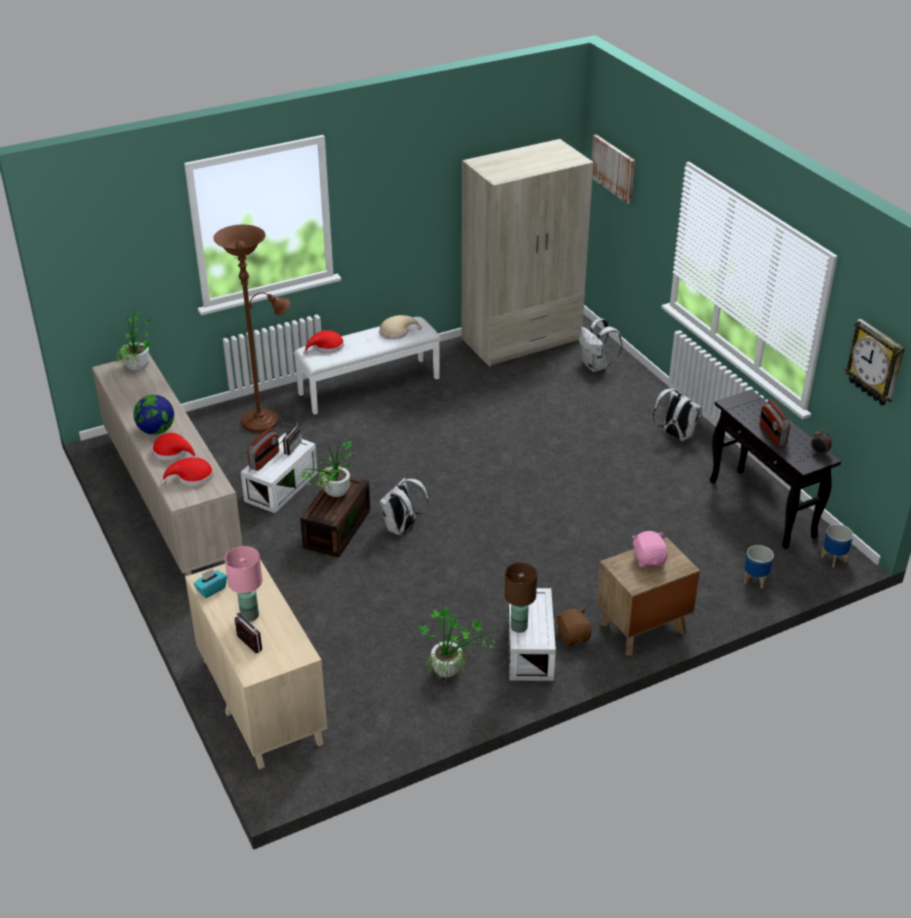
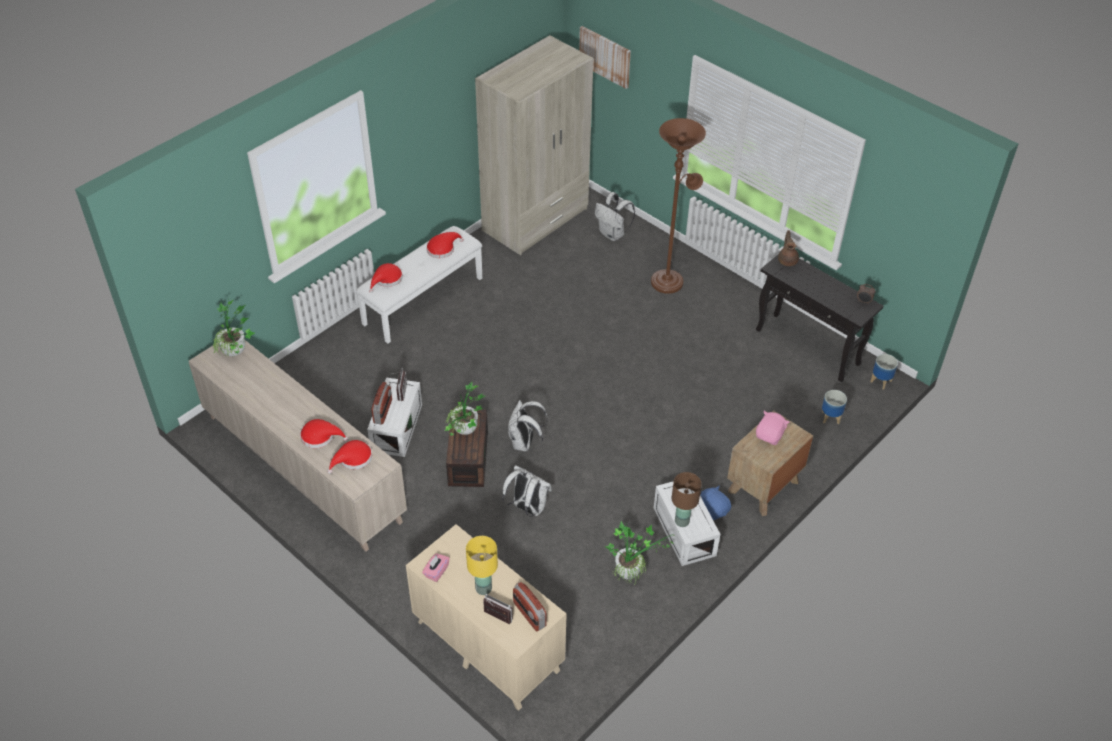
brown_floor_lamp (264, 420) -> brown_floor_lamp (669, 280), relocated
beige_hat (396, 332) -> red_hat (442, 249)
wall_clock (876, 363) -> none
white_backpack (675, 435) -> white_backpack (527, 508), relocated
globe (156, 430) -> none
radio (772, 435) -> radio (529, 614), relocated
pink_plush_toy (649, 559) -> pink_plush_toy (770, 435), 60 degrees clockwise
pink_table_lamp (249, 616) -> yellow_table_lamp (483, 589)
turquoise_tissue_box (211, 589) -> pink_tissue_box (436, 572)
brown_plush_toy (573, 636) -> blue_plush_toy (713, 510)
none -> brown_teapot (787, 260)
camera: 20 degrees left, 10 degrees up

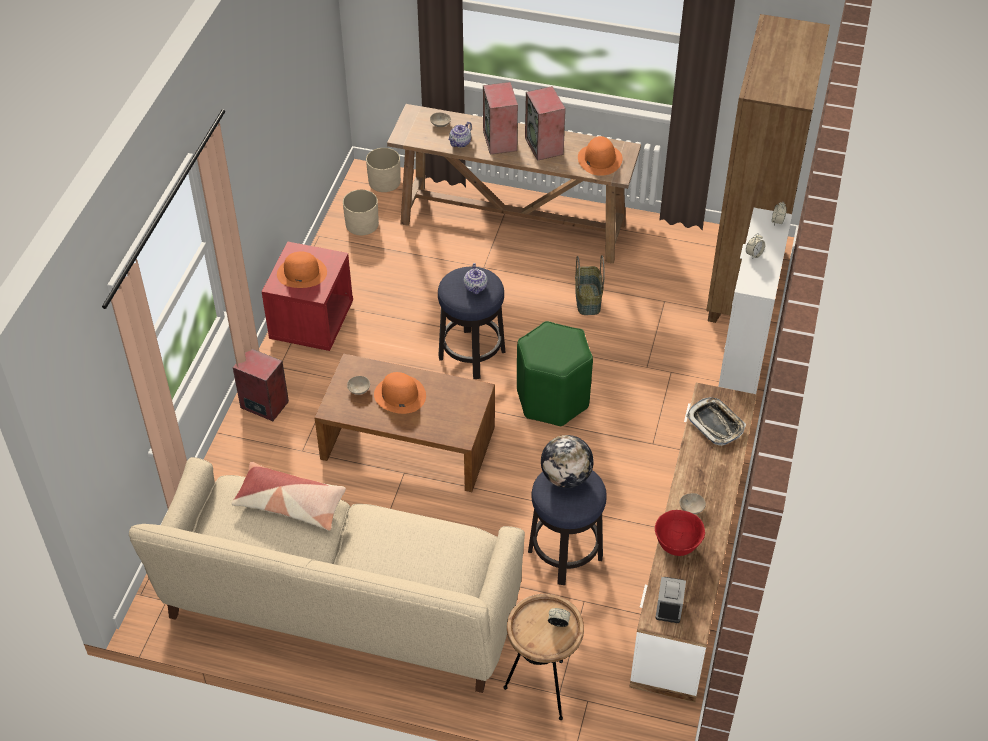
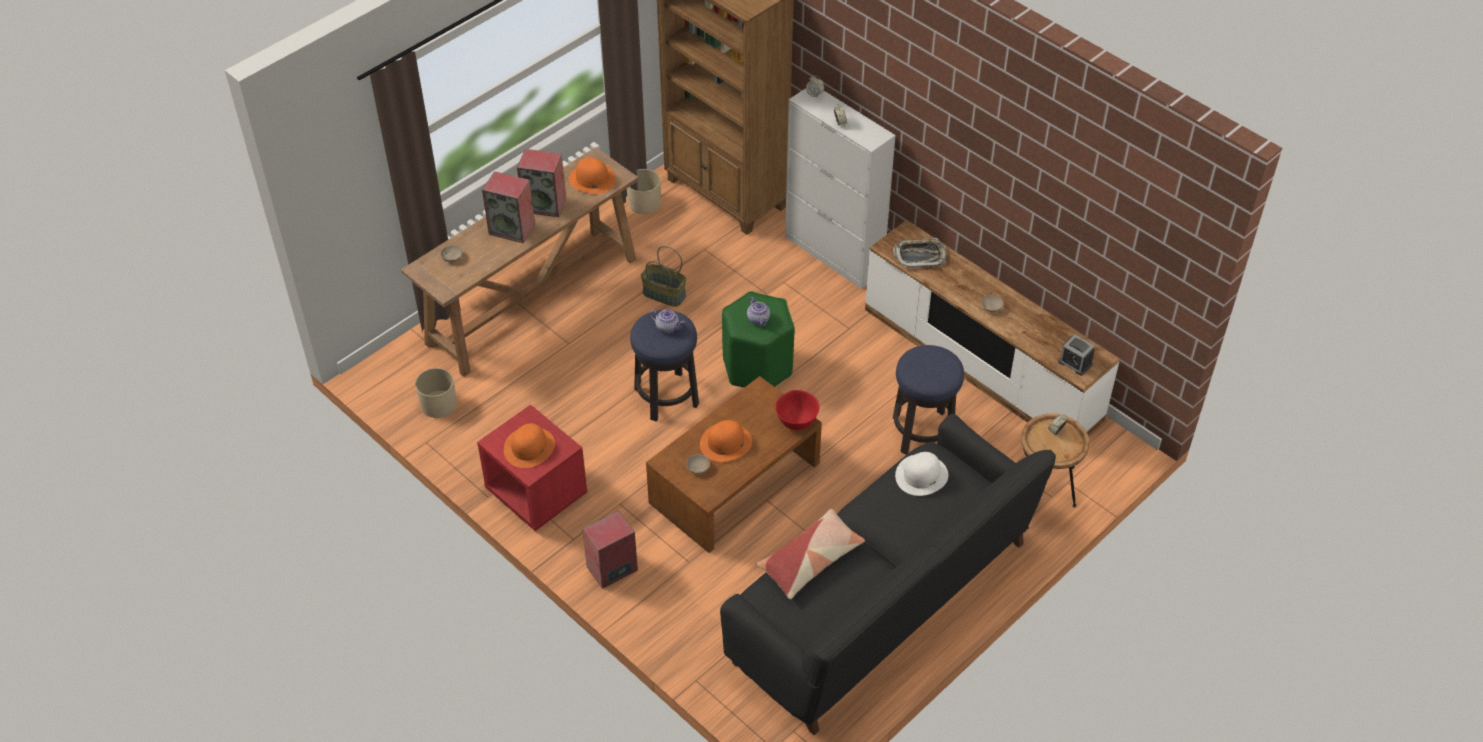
teapot (460, 143) -> teapot (759, 320), relocated
beige_planter (385, 181) -> beige_planter (644, 202), relocated
globe (566, 477) -> none
beige_sofa (340, 607) -> black_sofa (881, 603)
red_bowl (677, 544) -> red_bowl (796, 421), relocated
none -> white_hat (921, 475)
camera: 60 degrees left, 0 degrees up

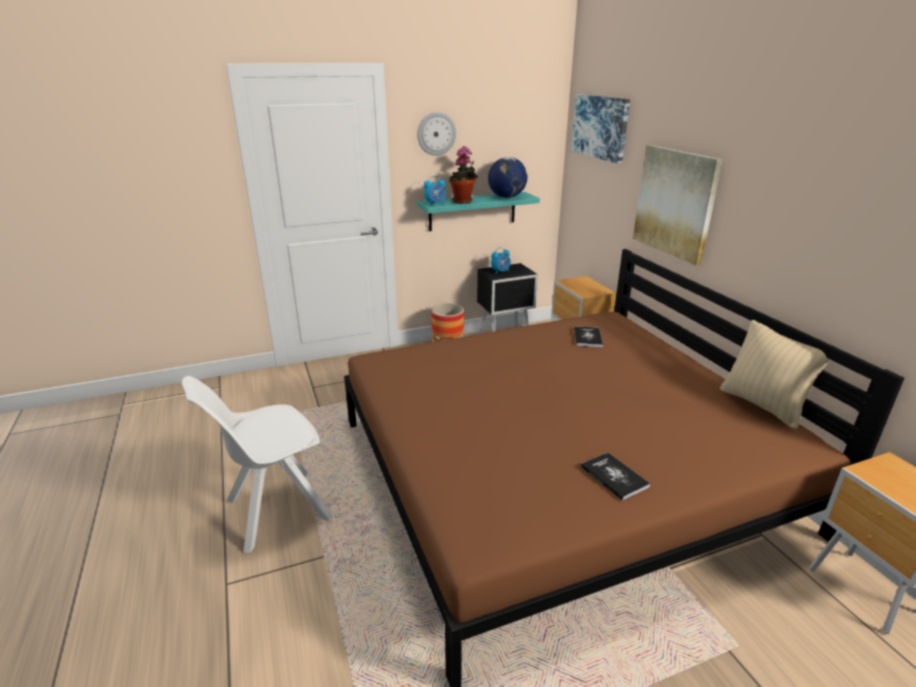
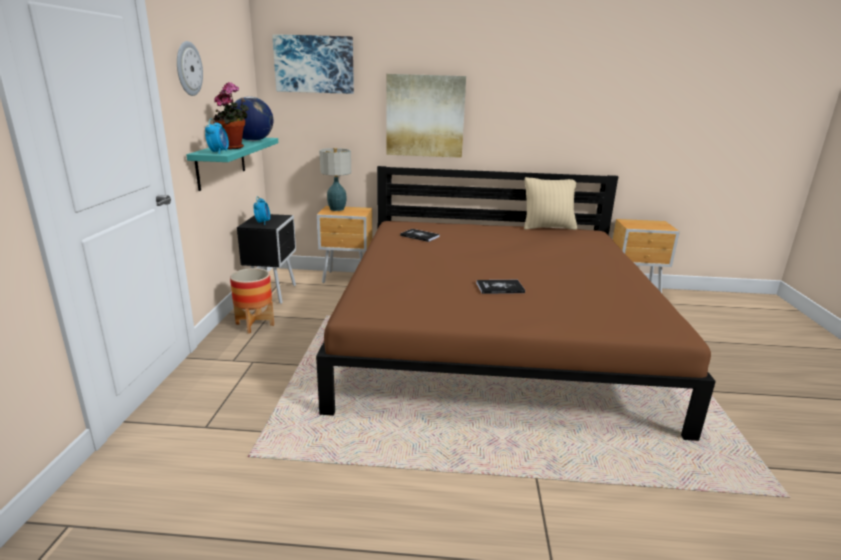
white_chair (275, 511) -> none
book (614, 476) -> book (500, 288), relocated
none -> table_lamp (337, 209)
camera: 65 degrees left, 5 degrees down

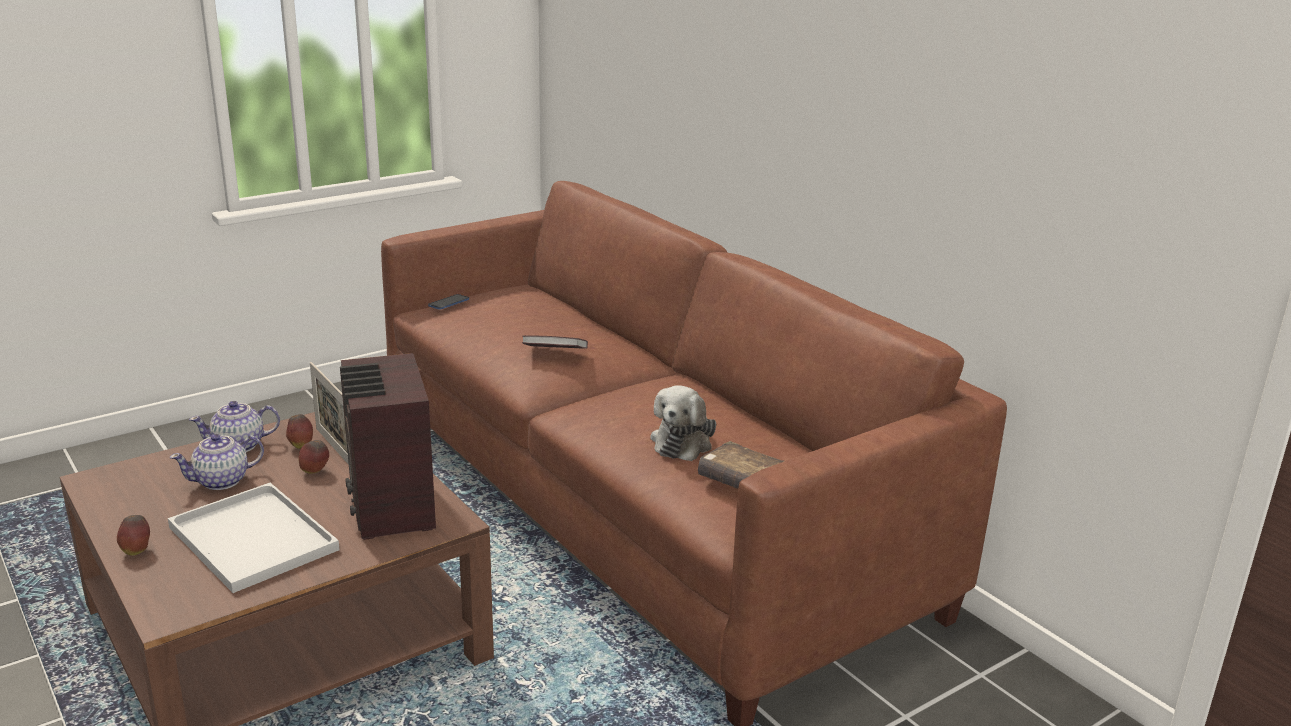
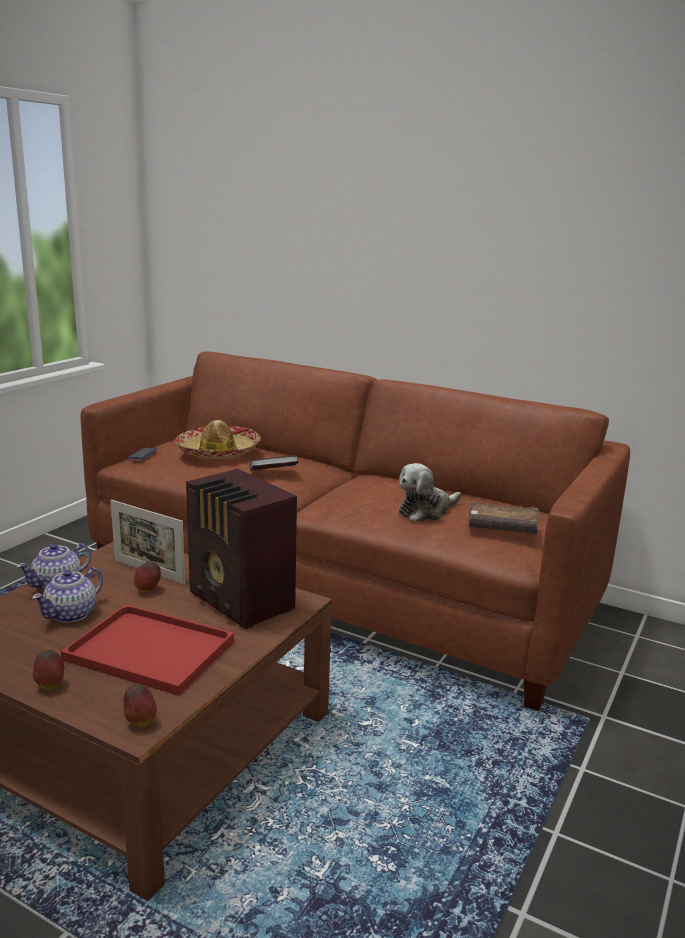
plush_toy (683, 441) -> plush_toy (426, 511), 60 degrees clockwise
apple (301, 445) -> apple (140, 722), relocated
white_tray (256, 539) -> red_tray (153, 650)
none -> hat (218, 451)
camera: 25 degrees left, 5 degrees down

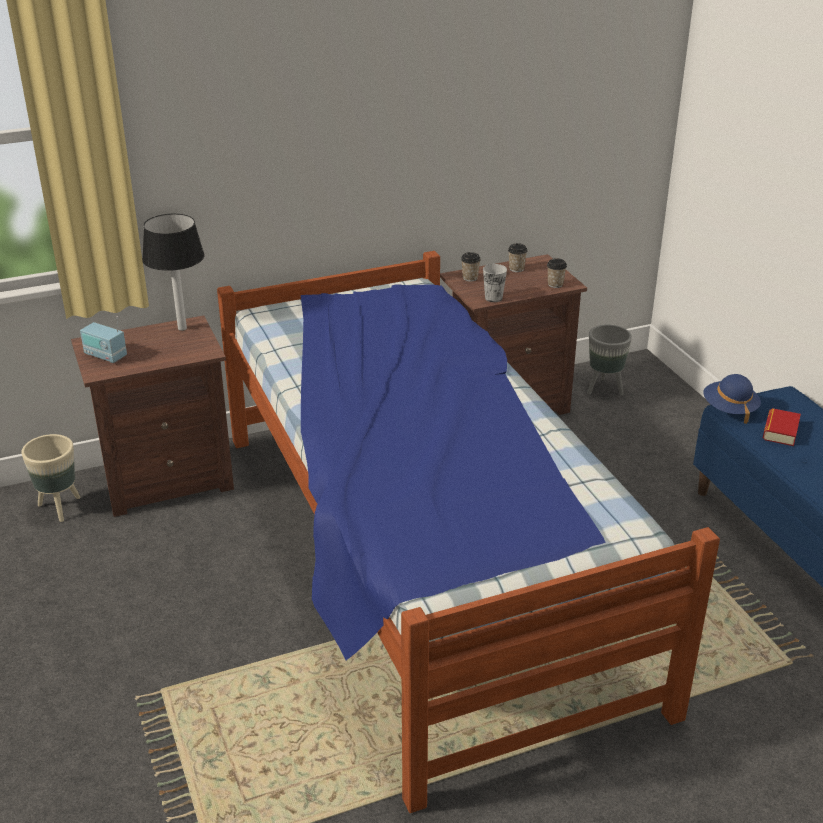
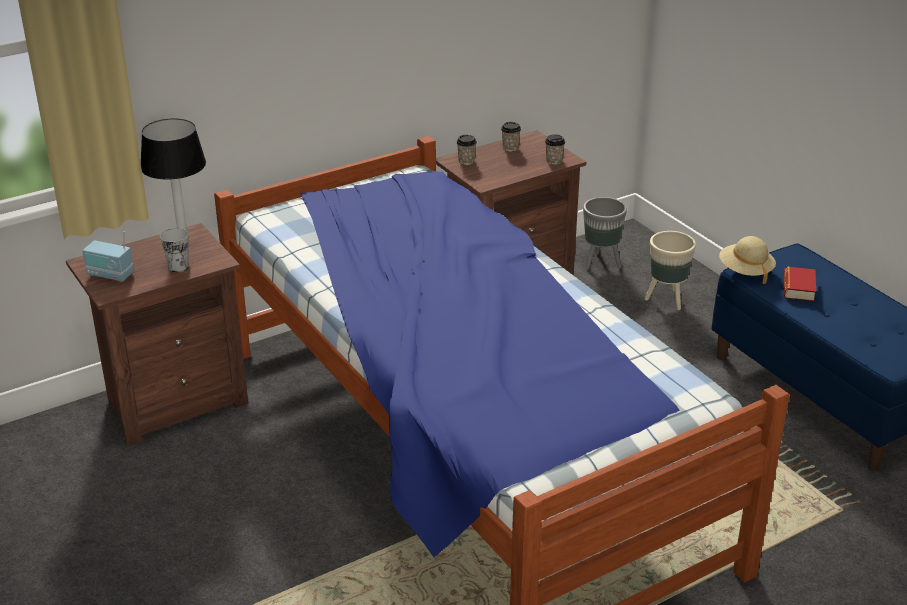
cup (493, 298) -> cup (178, 267), relocated
blue_hat (729, 409) -> beige_hat (745, 271)
beige_planter (60, 508) -> beige_planter (667, 300), relocated
camera: 10 degrees left, 0 degrees up

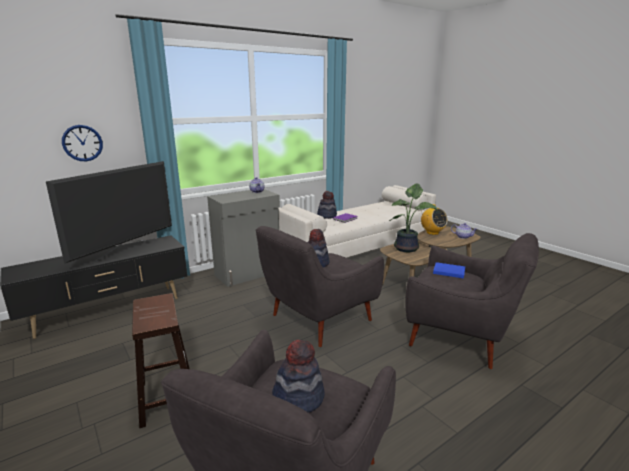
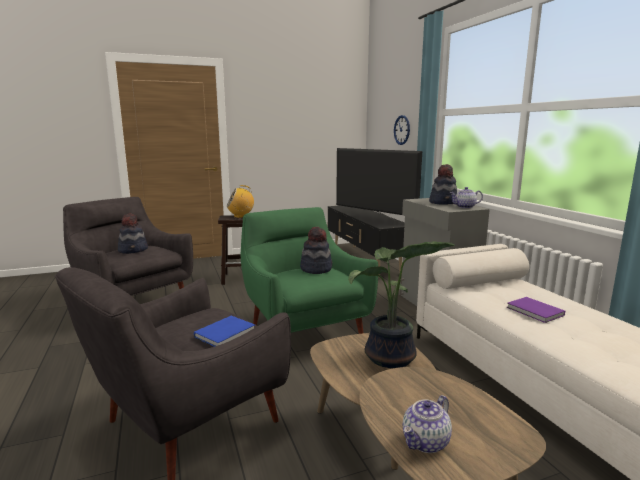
hat (327, 216) -> hat (443, 202), relocated
radio (432, 232) -> radio (241, 216), relocated
grey_armchair (317, 320) -> green_armchair (304, 331)
camera: 105 degrees right, 5 degrees down

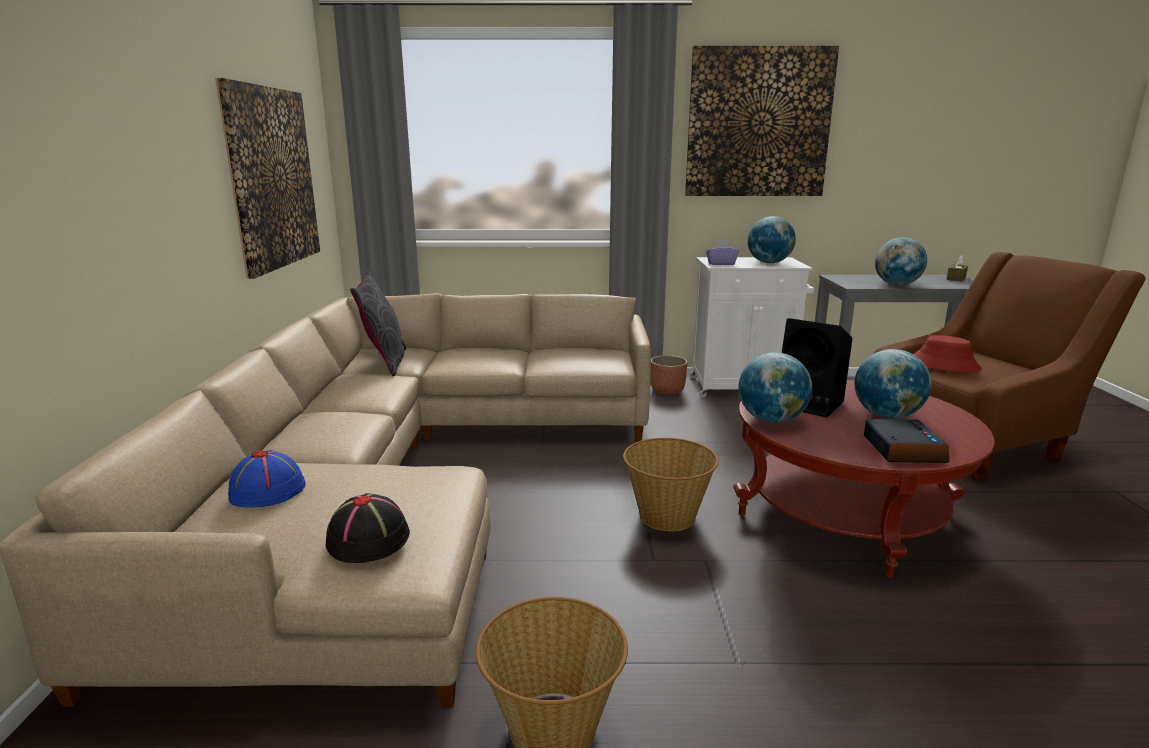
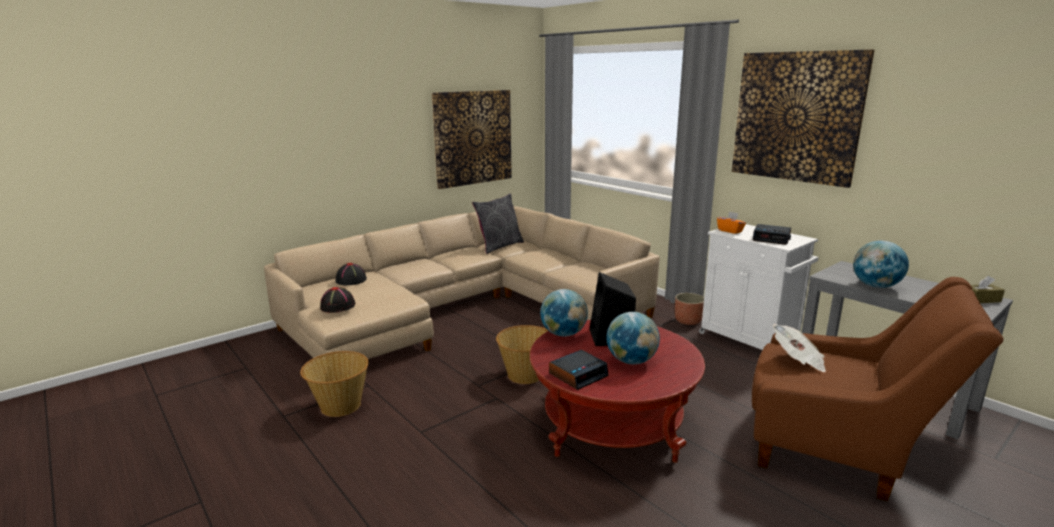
globe (769, 263) -> alarm_clock (771, 239)
purple_tissue_box (721, 264) -> orange_tissue_box (730, 231)
red_hat (943, 364) -> newspaper (798, 360)
blue_hat (268, 491) -> black_hat (351, 280)
camera: 50 degrees right, 0 degrees up

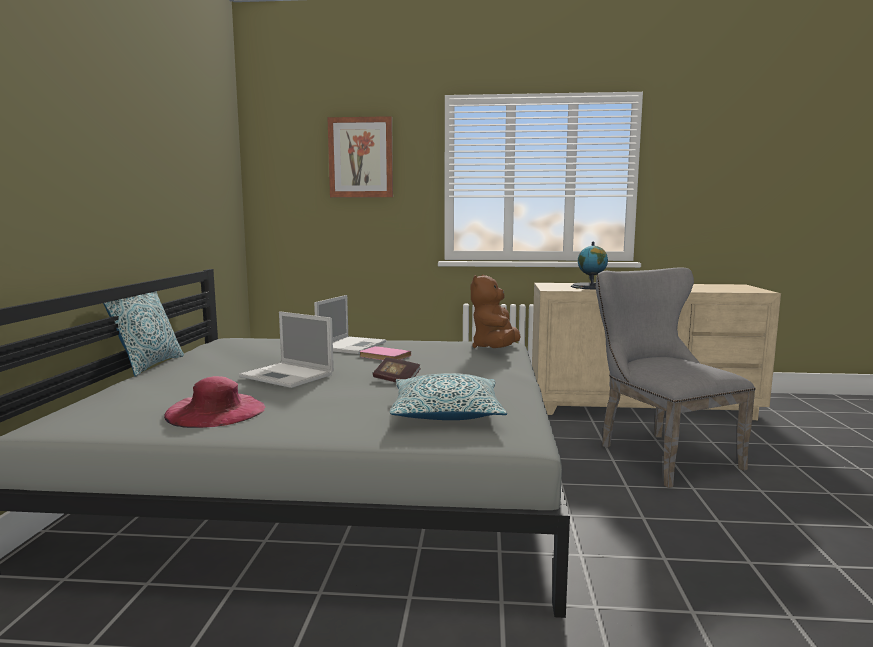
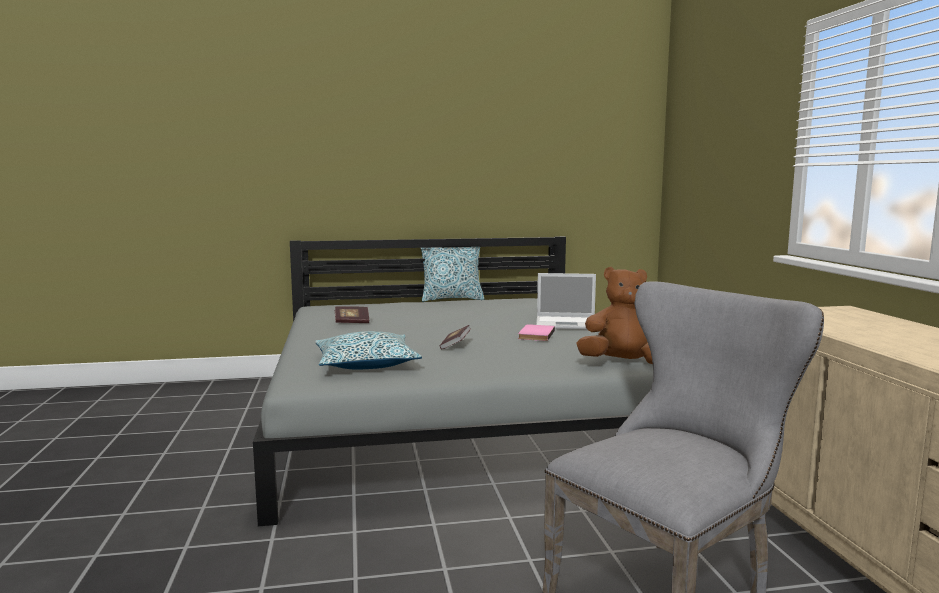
picture (361, 157) -> none
globe (591, 287) -> none
laptop (288, 376) -> none
pink_hat (215, 411) -> book (352, 322)
camera: 75 degrees right, 0 degrees up

